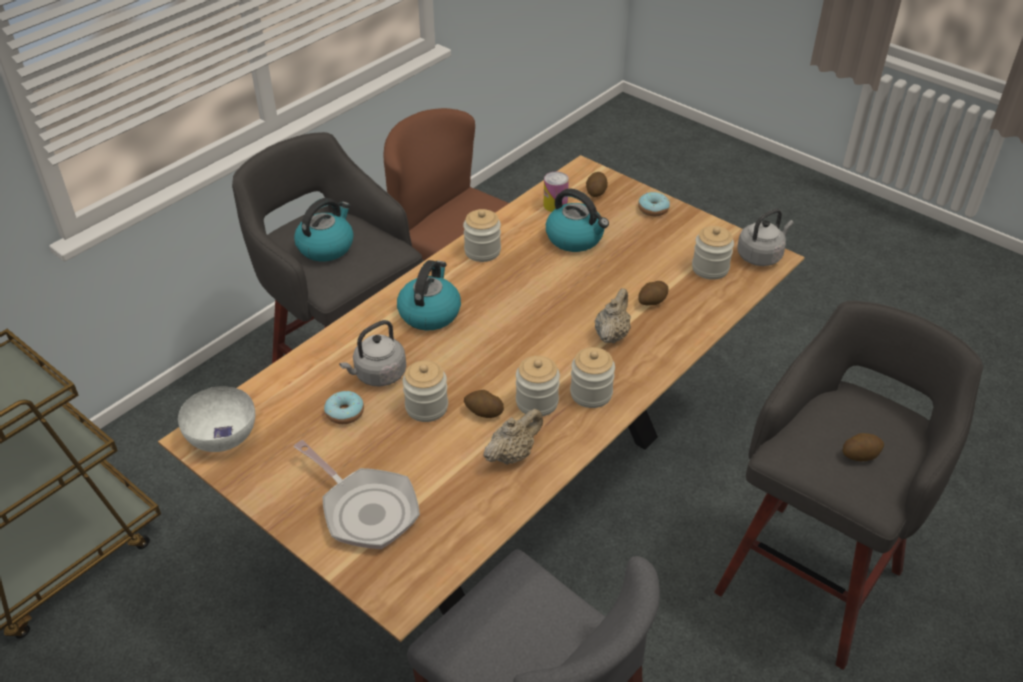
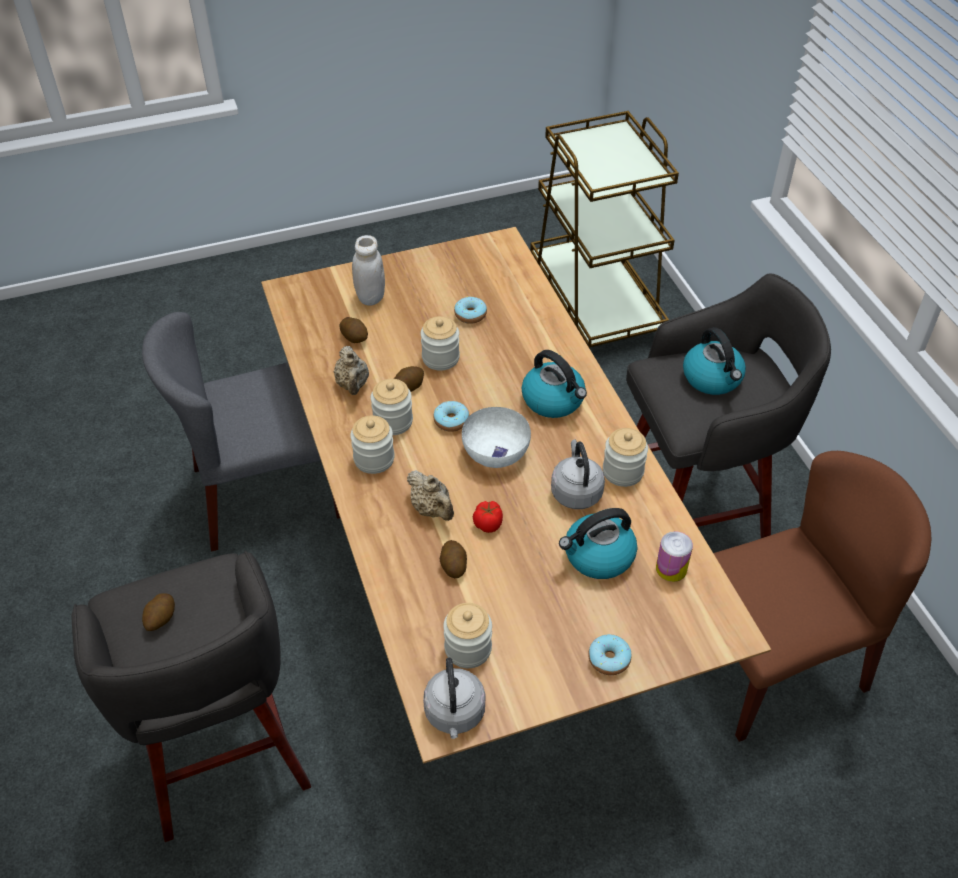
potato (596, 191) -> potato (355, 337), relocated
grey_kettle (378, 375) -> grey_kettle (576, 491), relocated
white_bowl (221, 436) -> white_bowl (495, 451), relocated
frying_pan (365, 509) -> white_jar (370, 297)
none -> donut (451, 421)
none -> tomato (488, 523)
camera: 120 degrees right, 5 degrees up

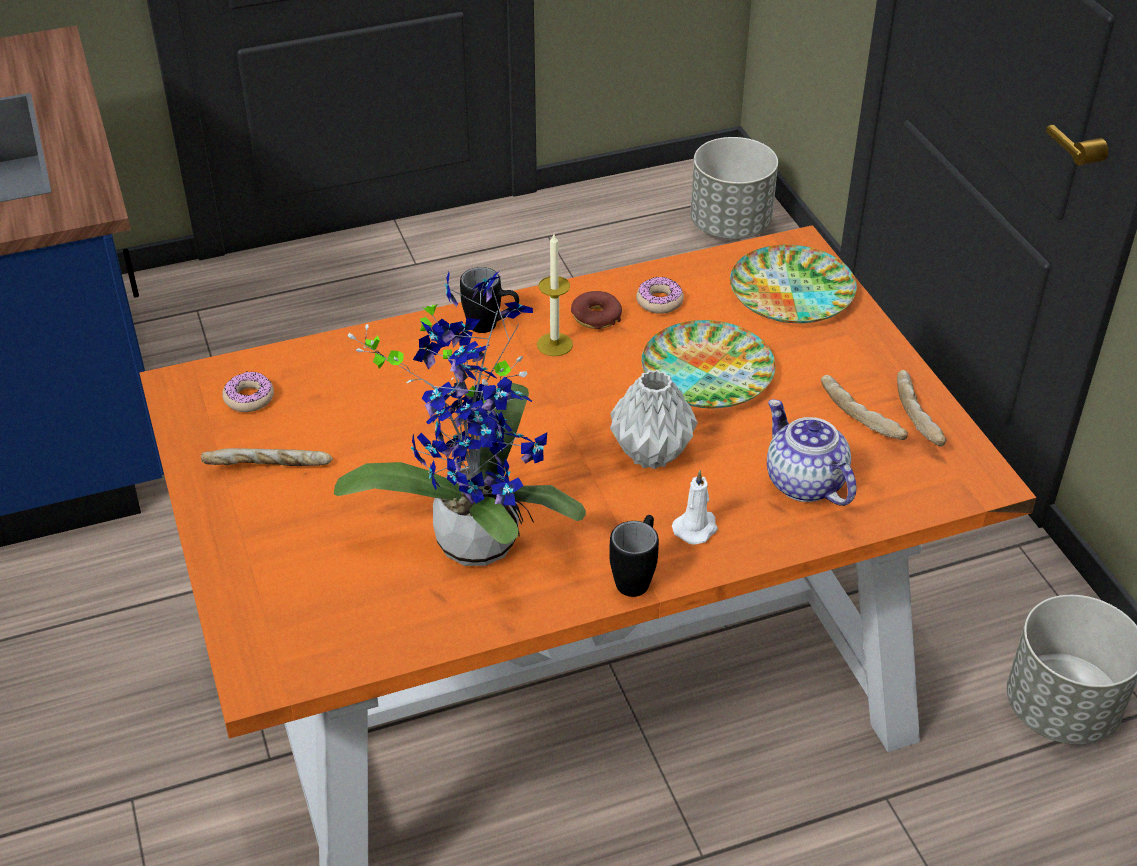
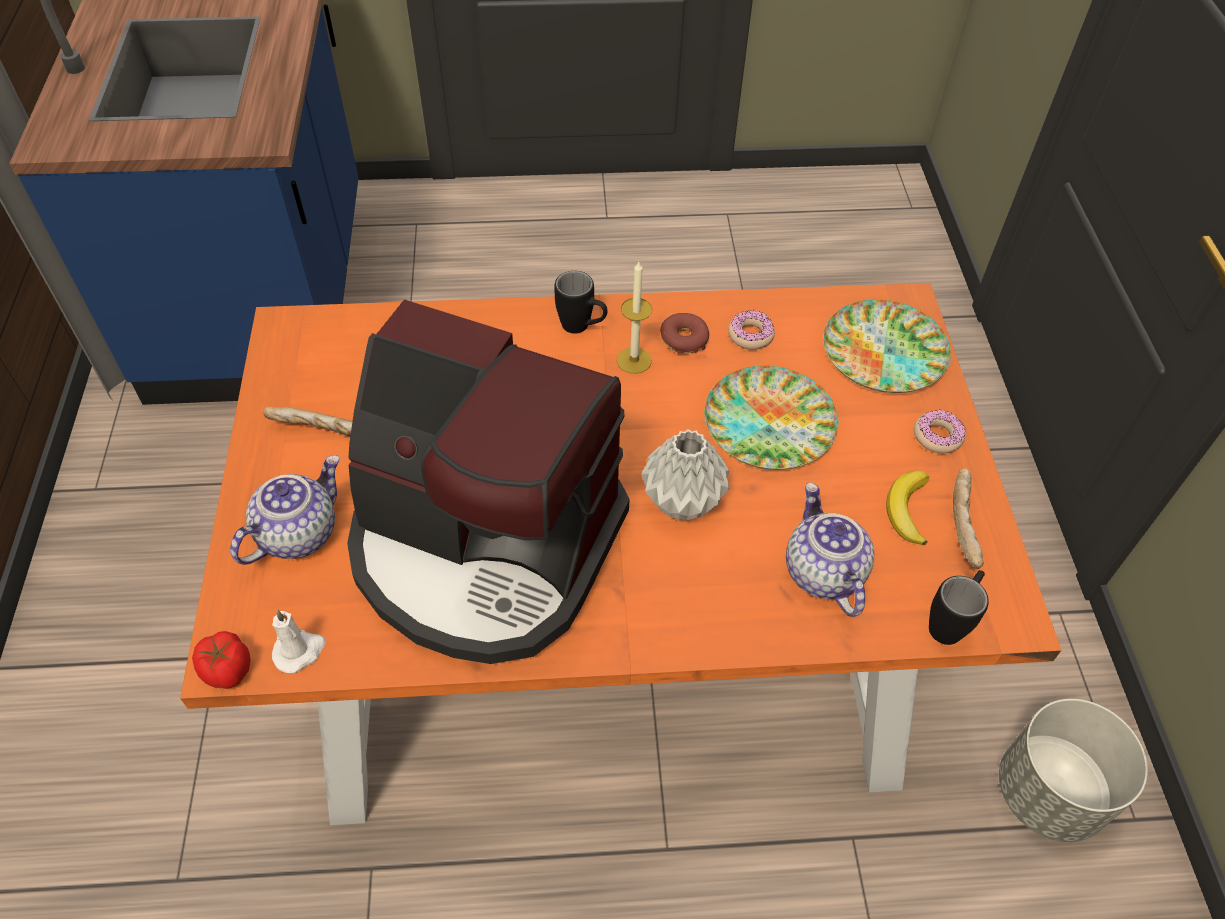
grey_planter (731, 225) -> none
potted_plant (476, 532) -> coffee_machine (485, 548)
donut (249, 398) -> donut (937, 436), relocated
bread (861, 416) -> banana (907, 509)
white_candle (696, 528) -> white_candle (300, 651), relocated
black_mug (636, 576) -> black_mug (950, 622), relocated
none -> teapot (298, 532)
none -> tomato (228, 671)
camera: 15 degrees right, 10 degrees up

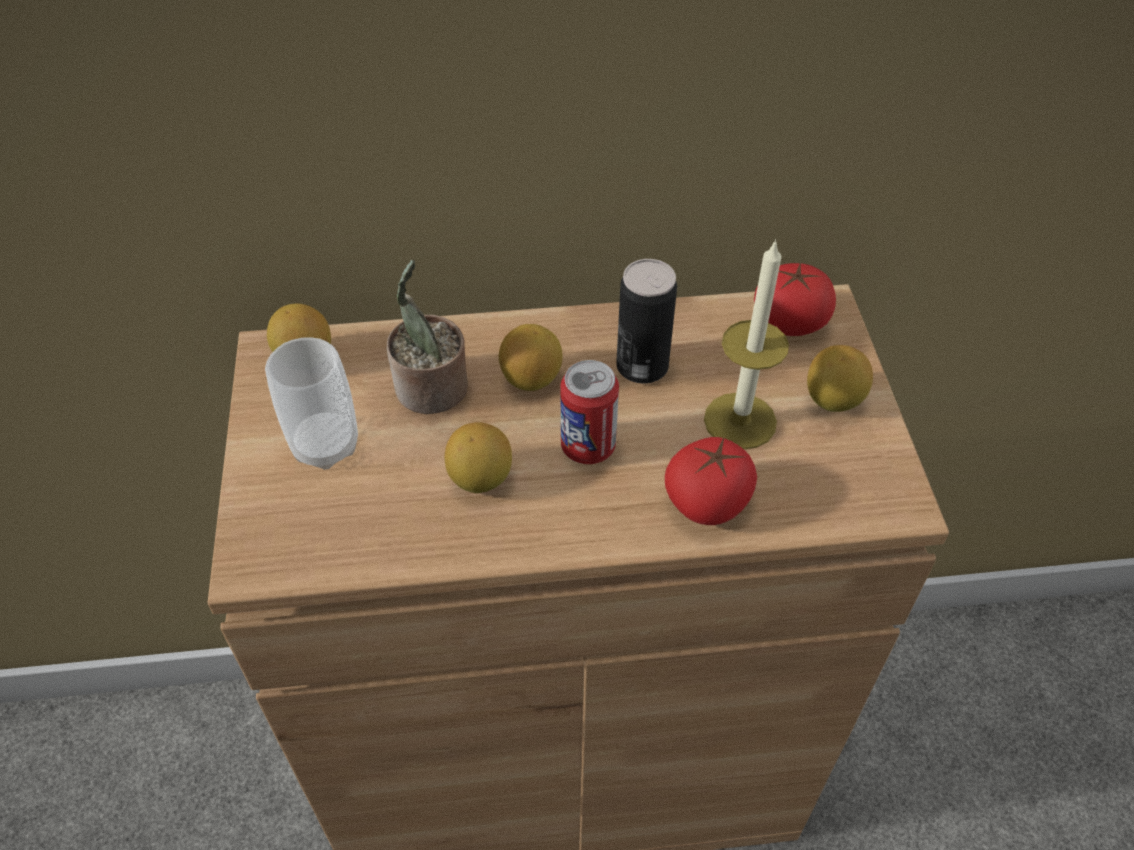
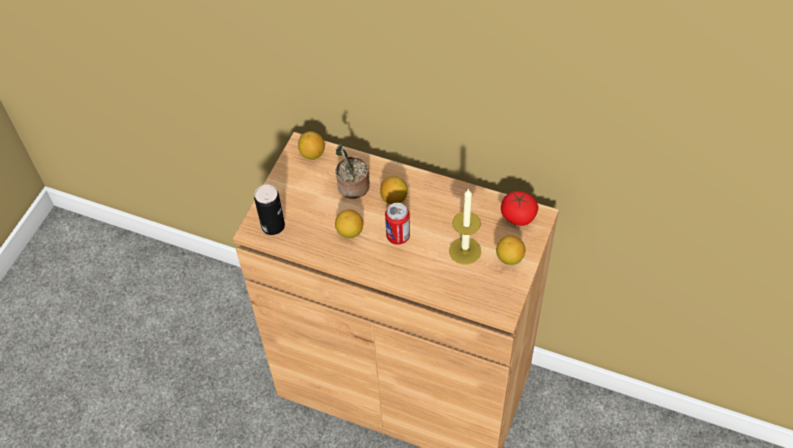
can (642, 366) -> can (273, 226), relocated
cup (325, 445) -> none
tomato (707, 502) -> none
camera: 30 degrees right, 5 degrees up

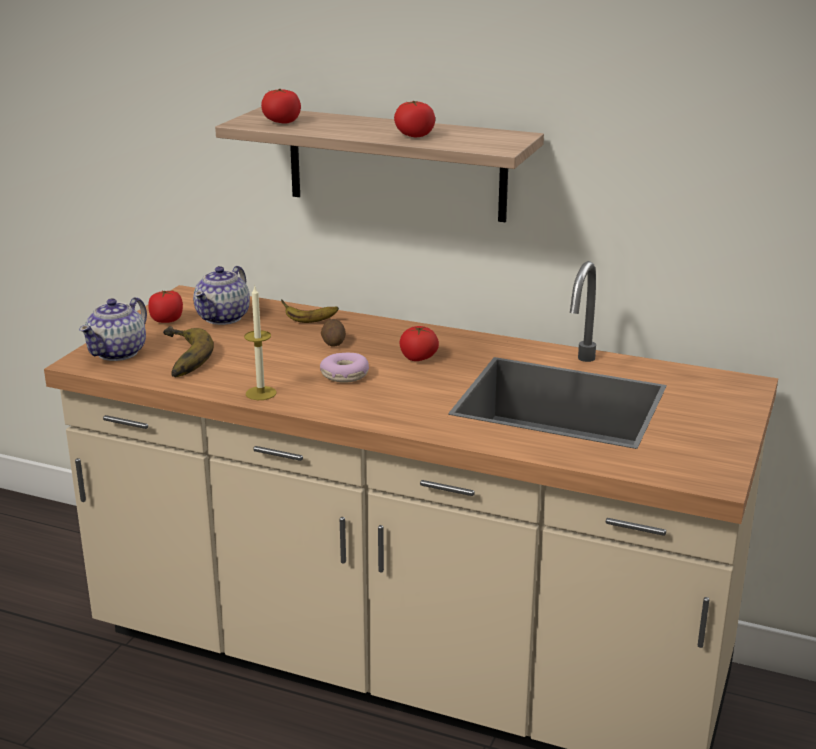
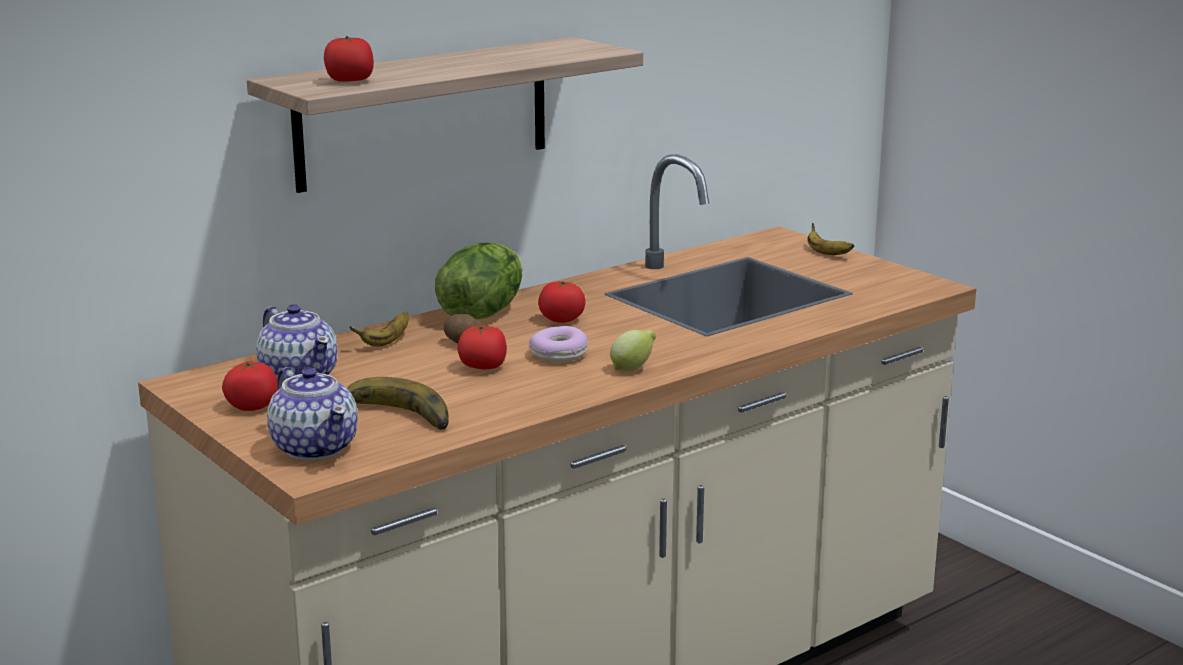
tomato (414, 135) -> tomato (483, 367), relocated
candle (261, 393) -> none
none -> banana (826, 253)
none -> lettuce (481, 312)
none -> lemon (633, 369)
camera: 60 degrees left, 5 degrees down

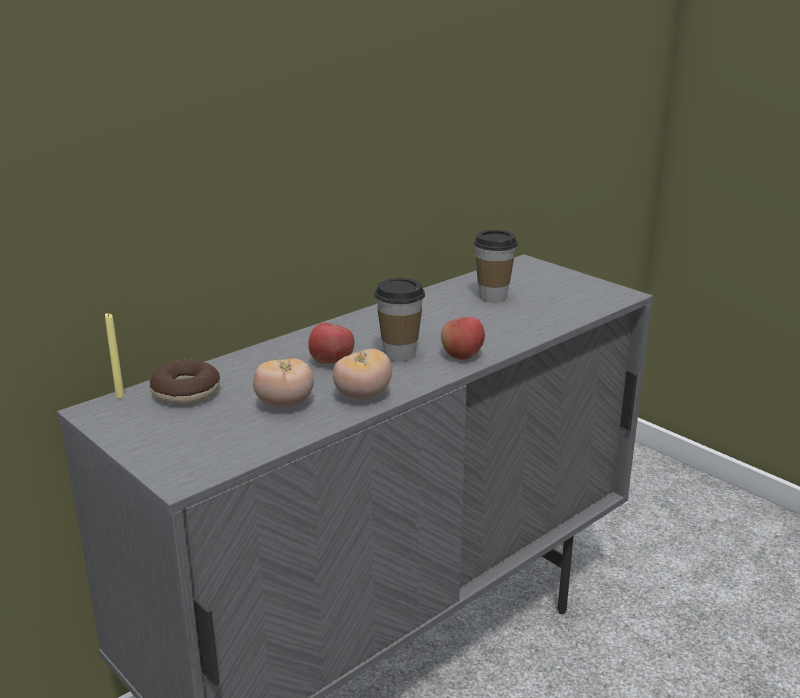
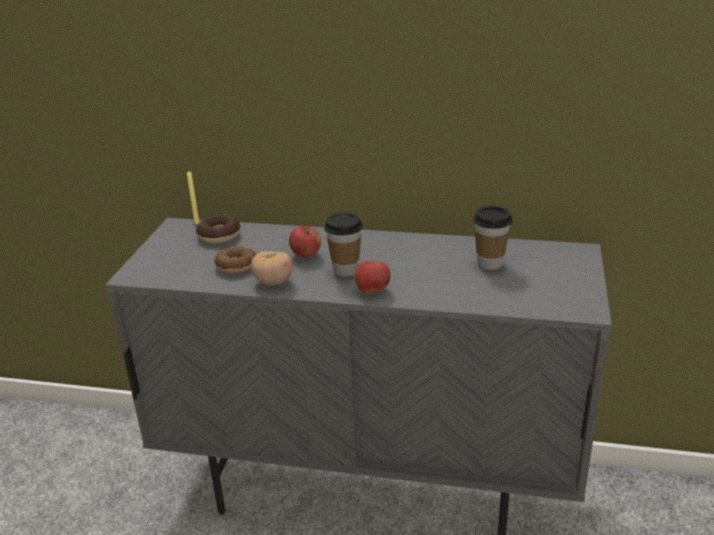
tomato (285, 404) -> donut (236, 266)
camera: 55 degrees right, 5 degrees up

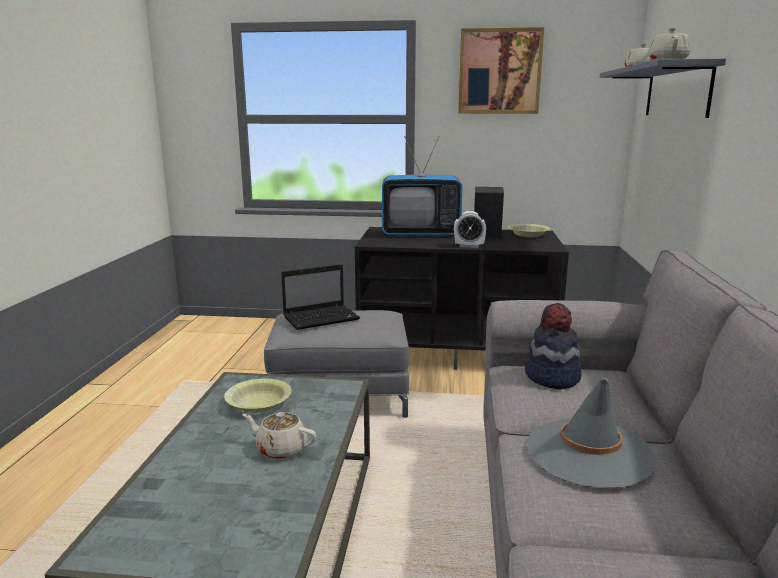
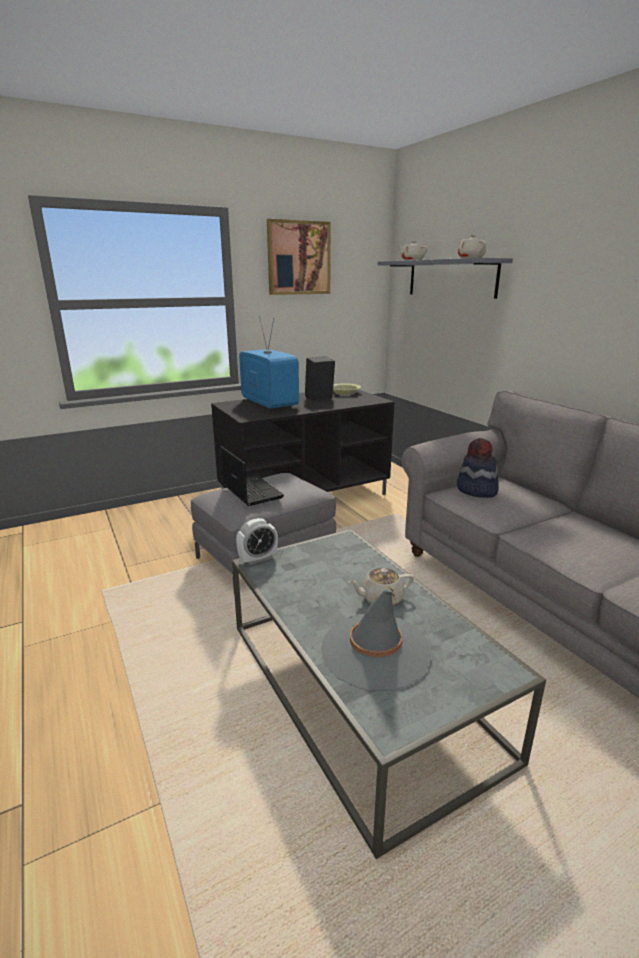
television (420, 234) -> television (269, 403), 90 degrees counterclockwise
alarm_clock (469, 246) -> alarm_clock (258, 559), relocated
laptop (322, 318) -> laptop (251, 491), 60 degrees counterclockwise
grey_hat (588, 453) -> grey_hat (375, 650), relocated
yellow_bowl (258, 404) -> none
camera: 35 degrees left, 5 degrees up

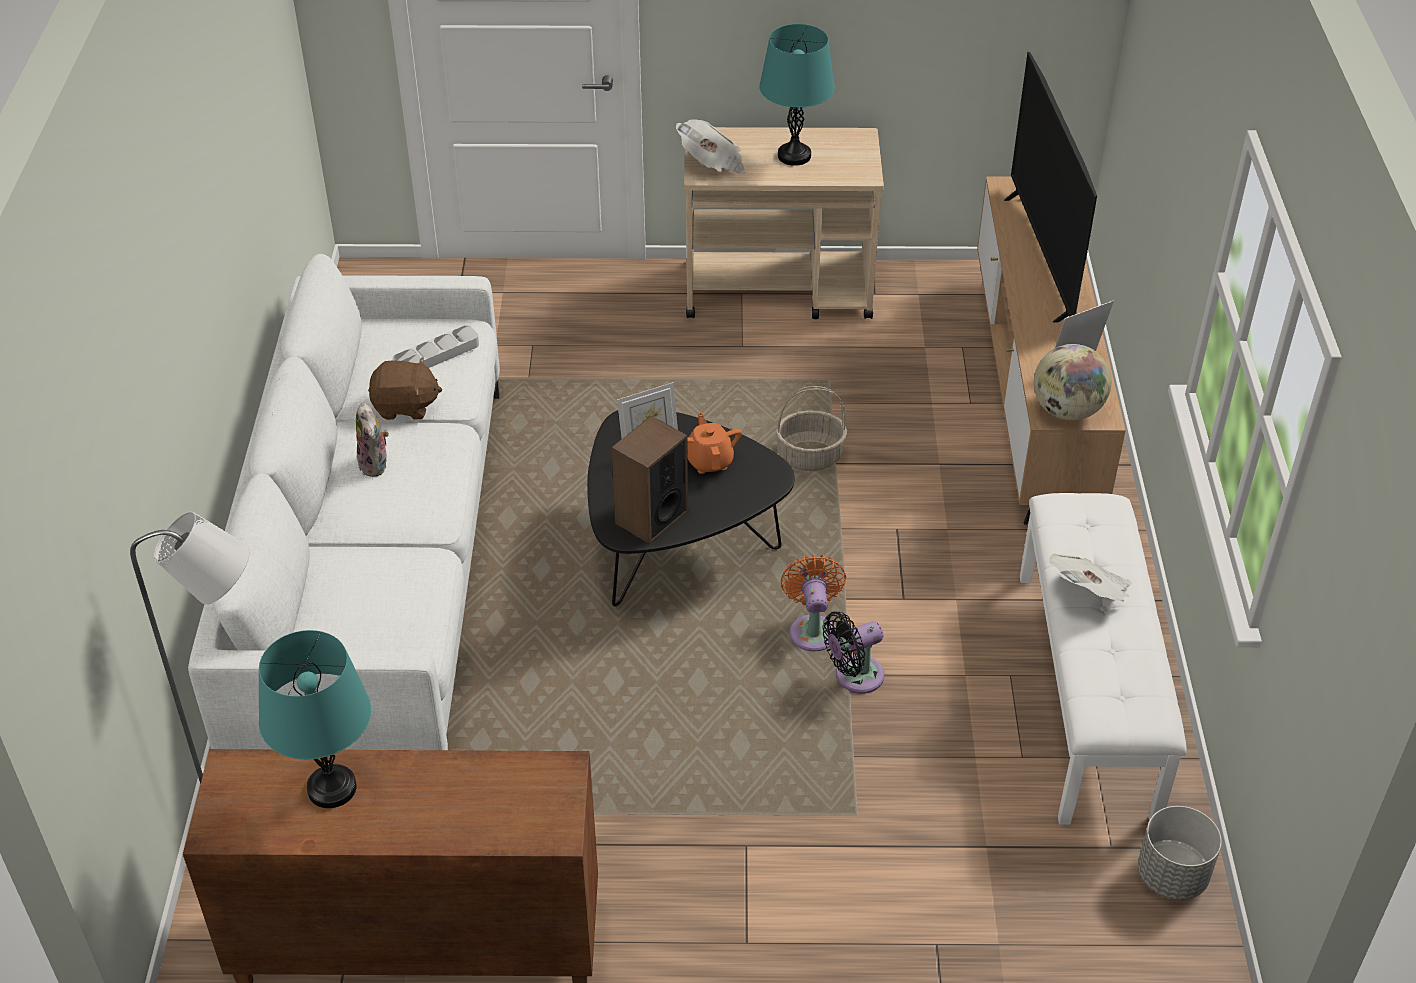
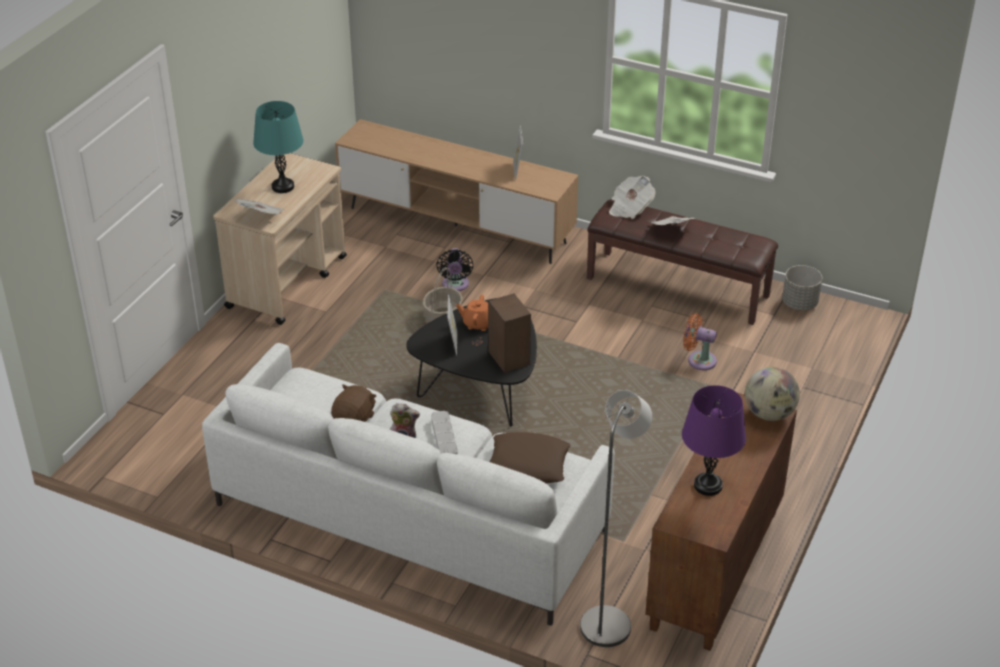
television (1042, 257) -> none
grey_tray (436, 355) -> grey_tray (444, 438), relocated
globe (1066, 411) -> globe (769, 414), relocated
white_bench (1088, 693) -> brown_bench (678, 286)
orange_fan (812, 629) -> orange_fan (698, 360), relocated
black_fan (854, 677) -> black_fan (455, 285), relocated
turquoise_table_lamp (332, 788) -> purple_table_lamp (708, 485)
none -> newspaper (630, 208)
none -> brown_pillow (527, 464)
camera: 65 degrees left, 5 degrees down

